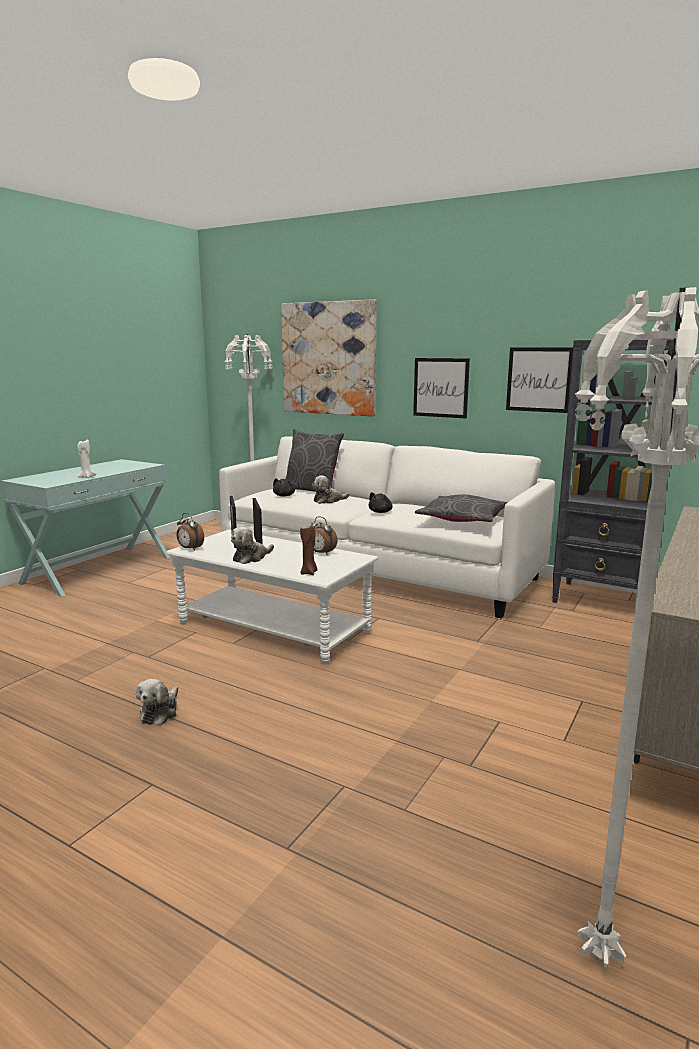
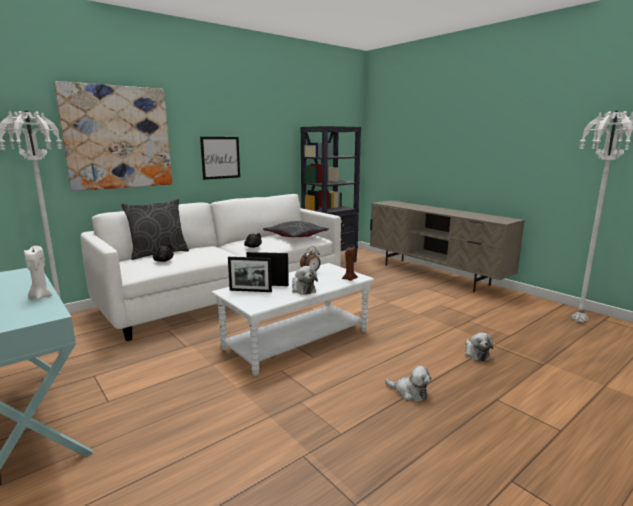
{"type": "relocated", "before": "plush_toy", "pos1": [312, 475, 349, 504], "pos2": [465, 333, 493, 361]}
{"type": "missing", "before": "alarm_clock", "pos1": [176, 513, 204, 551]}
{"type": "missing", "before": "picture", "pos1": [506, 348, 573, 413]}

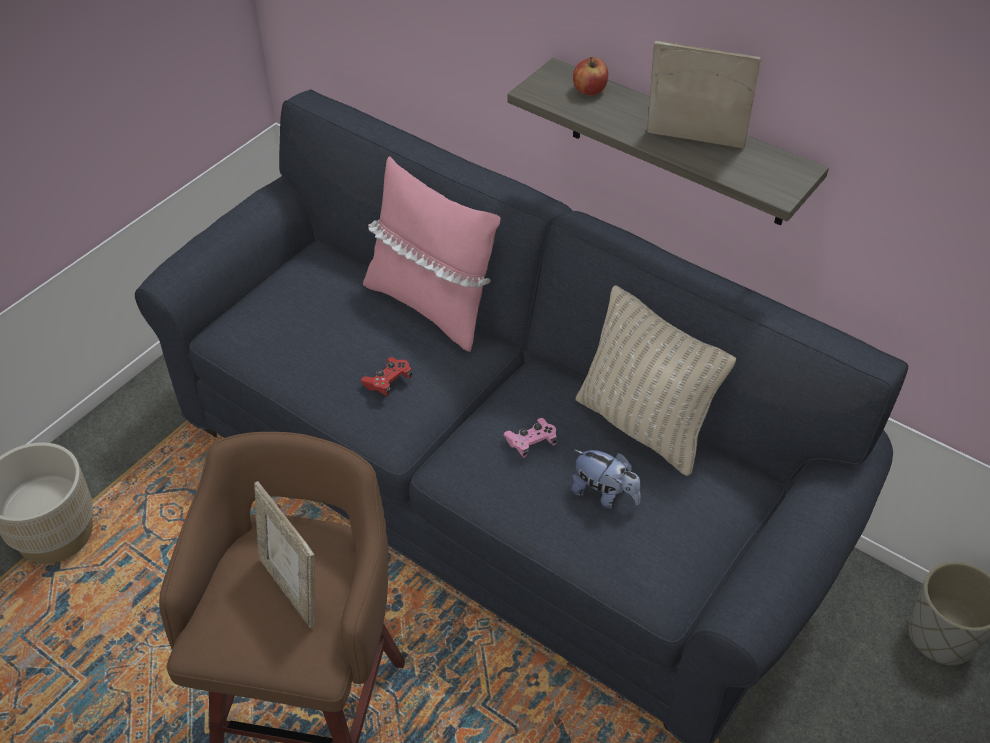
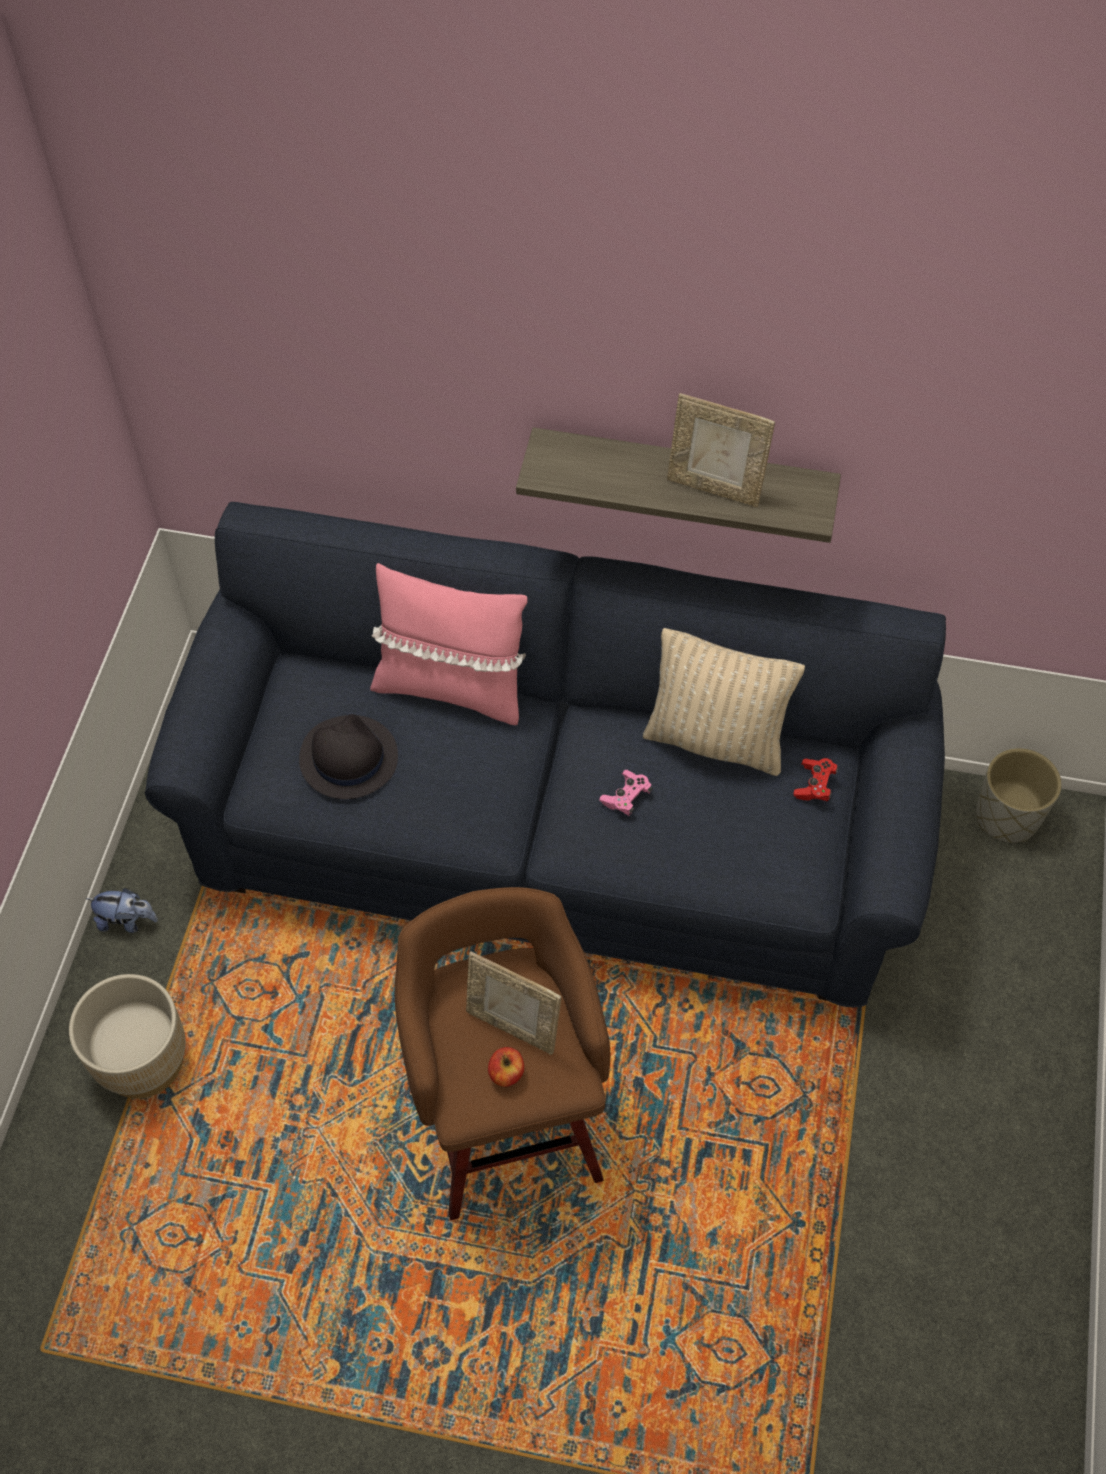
{"type": "relocated", "before": "plush_toy", "pos1": [572, 450, 641, 509], "pos2": [85, 888, 158, 933]}
{"type": "appeared", "after": "black_hat", "pos2": [299, 714, 398, 799]}
{"type": "relocated", "before": "apple", "pos1": [573, 57, 608, 95], "pos2": [488, 1047, 524, 1087]}
{"type": "spun", "before": "picture_frame", "pos1": [647, 41, 761, 149], "pos2": [667, 393, 775, 507], "turn": -150}
{"type": "relocated", "before": "red_game_controller", "pos1": [361, 357, 413, 397], "pos2": [794, 758, 838, 802]}

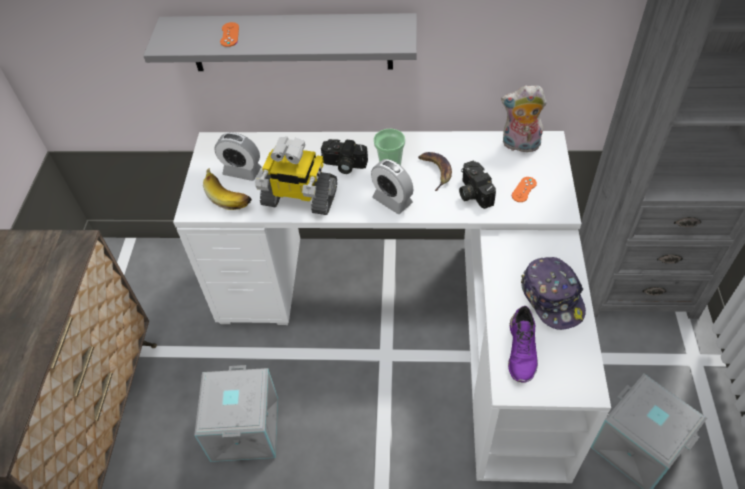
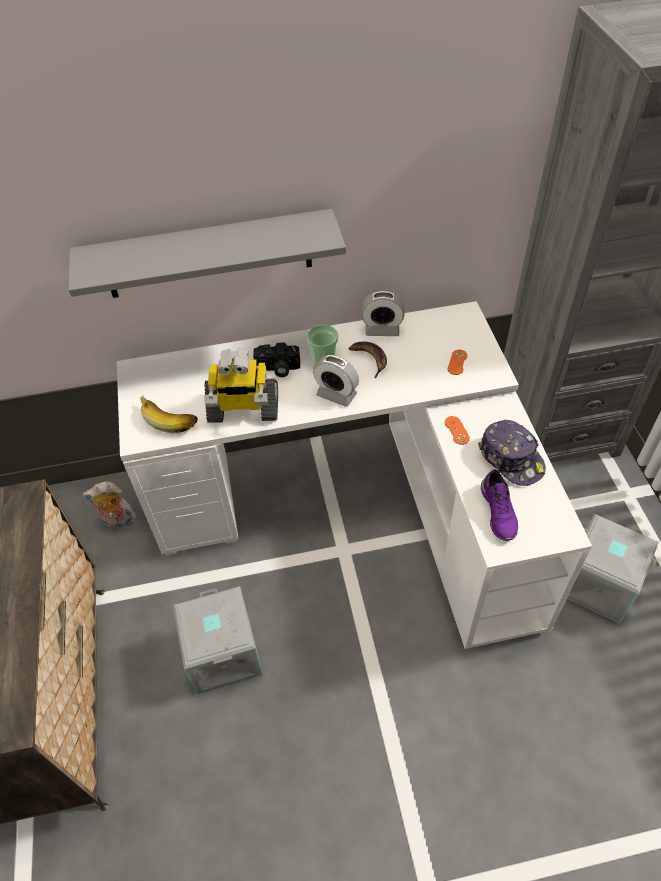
{"type": "relocated", "before": "plush_toy", "pos1": [501, 85, 547, 155], "pos2": [82, 481, 136, 528]}
{"type": "relocated", "before": "alarm_clock", "pos1": [214, 132, 261, 181], "pos2": [361, 291, 404, 336]}
{"type": "relocated", "before": "orange_game_controller", "pos1": [220, 22, 239, 47], "pos2": [445, 416, 470, 445]}
{"type": "missing", "before": "photo_camera", "pos1": [459, 161, 496, 209]}

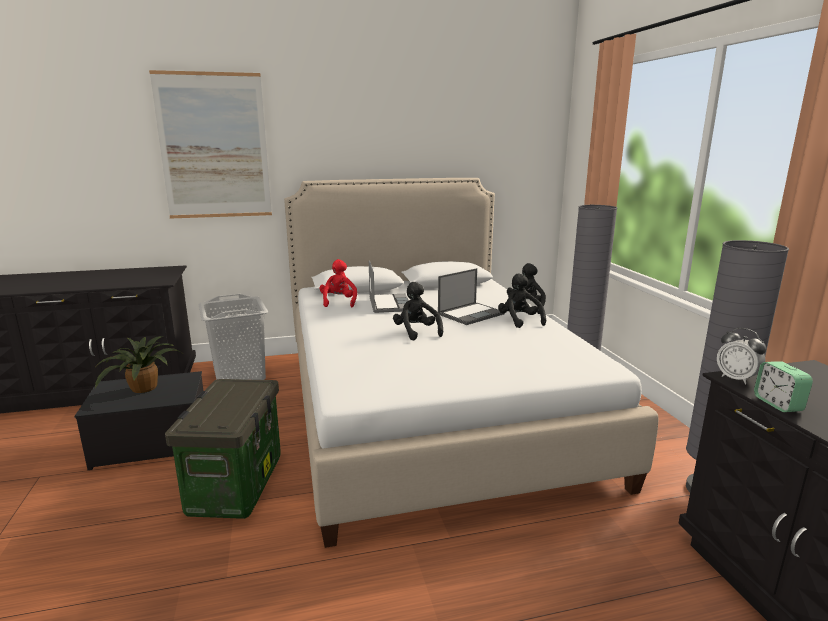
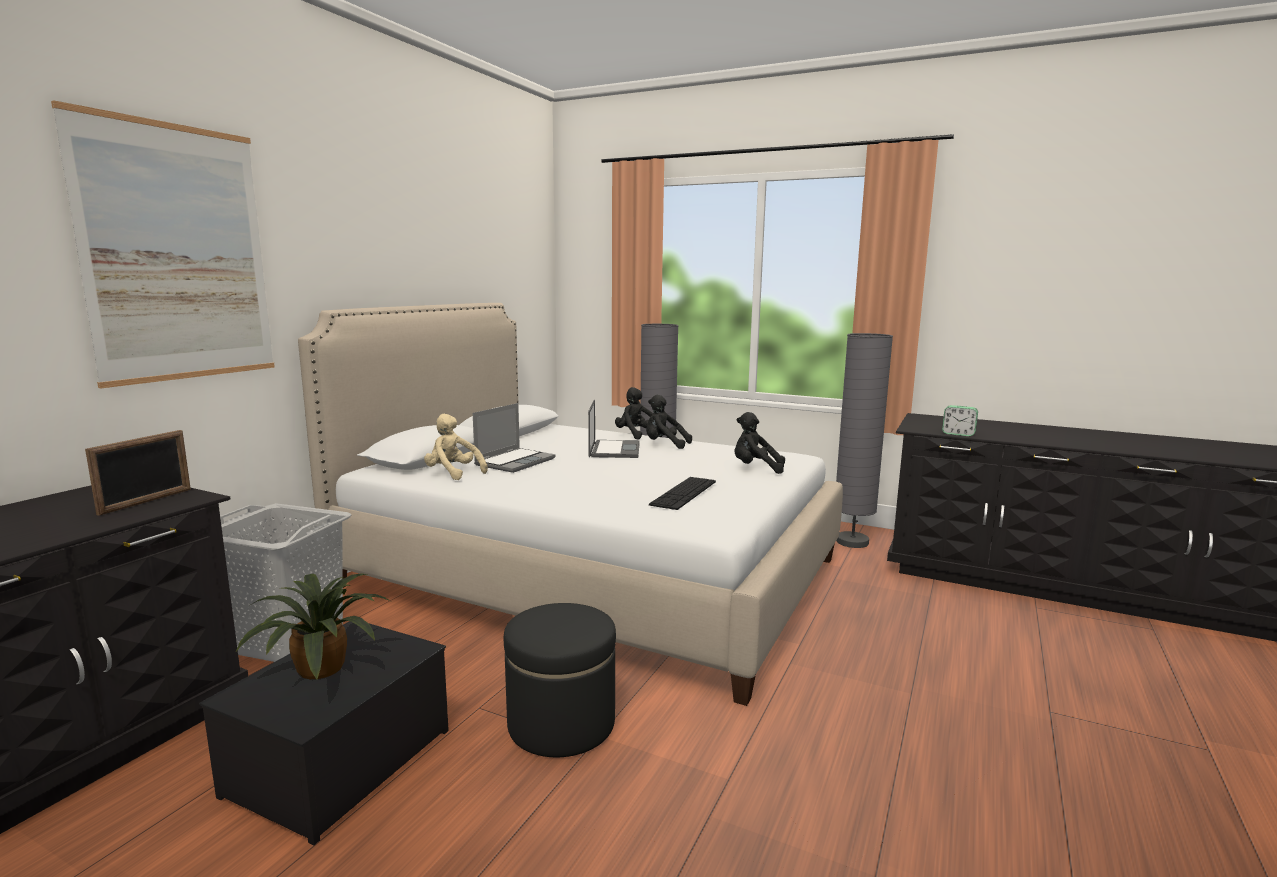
{"type": "appeared", "after": "picture_frame", "pos2": [85, 430, 191, 516]}
{"type": "colour", "before": "red_plush_toy", "after": "beige_plush_toy", "pos1": [319, 259, 357, 308], "pos2": [424, 414, 488, 480]}
{"type": "spun", "before": "laptop", "pos1": [369, 260, 409, 313], "pos2": [473, 403, 555, 473], "turn": 90}
{"type": "exchanged", "before": "storage_box", "after": "black_ottoman", "pos1": [165, 379, 281, 519], "pos2": [504, 603, 616, 757]}
{"type": "appeared", "after": "keyboard", "pos2": [649, 477, 716, 510]}
{"type": "relocated", "before": "black_plush_toy", "pos1": [393, 282, 443, 341], "pos2": [735, 412, 785, 474]}
{"type": "missing", "before": "alarm_clock", "pos1": [717, 328, 766, 385]}

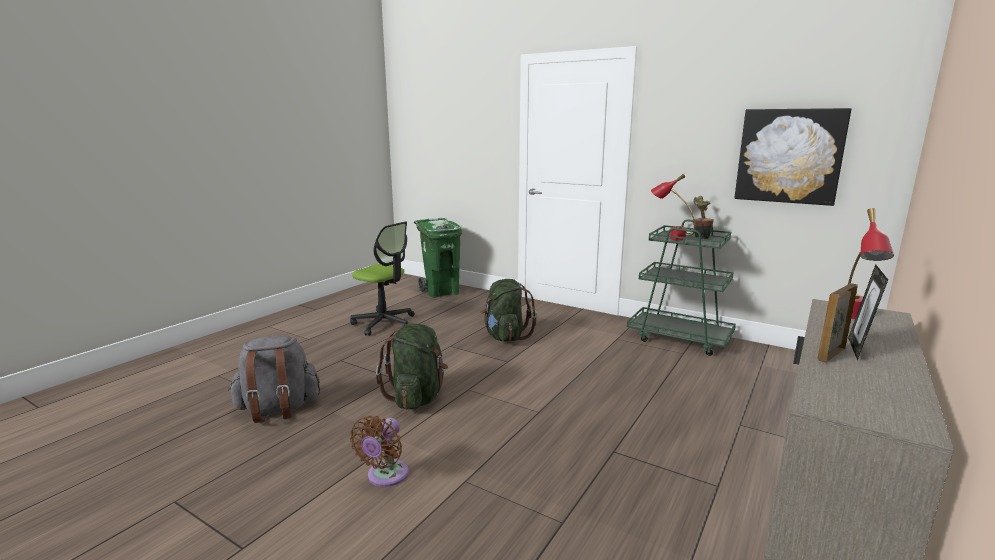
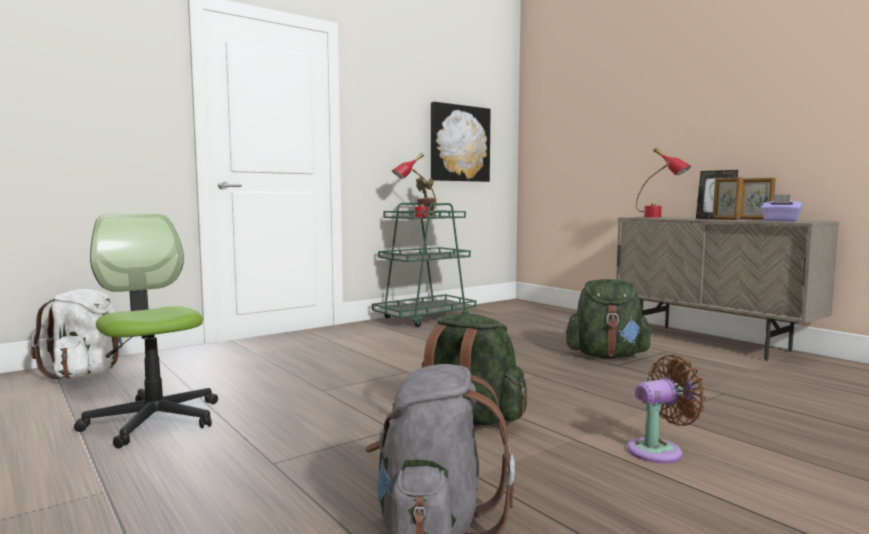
{"type": "exchanged", "before": "green_trash_can", "after": "white_backpack", "pos1": [414, 218, 462, 298], "pos2": [31, 289, 123, 379]}
{"type": "spun", "before": "office_chair", "pos1": [350, 221, 415, 336], "pos2": [74, 214, 218, 448], "turn": -90}
{"type": "relocated", "before": "green_backpack", "pos1": [480, 279, 537, 342], "pos2": [566, 279, 653, 359]}
{"type": "spun", "before": "brown_fan", "pos1": [350, 416, 409, 487], "pos2": [627, 355, 706, 463], "turn": -60}
{"type": "appeared", "after": "picture_frame", "pos2": [740, 178, 776, 220]}
{"type": "appeared", "after": "purple_tissue_box", "pos2": [761, 194, 803, 222]}

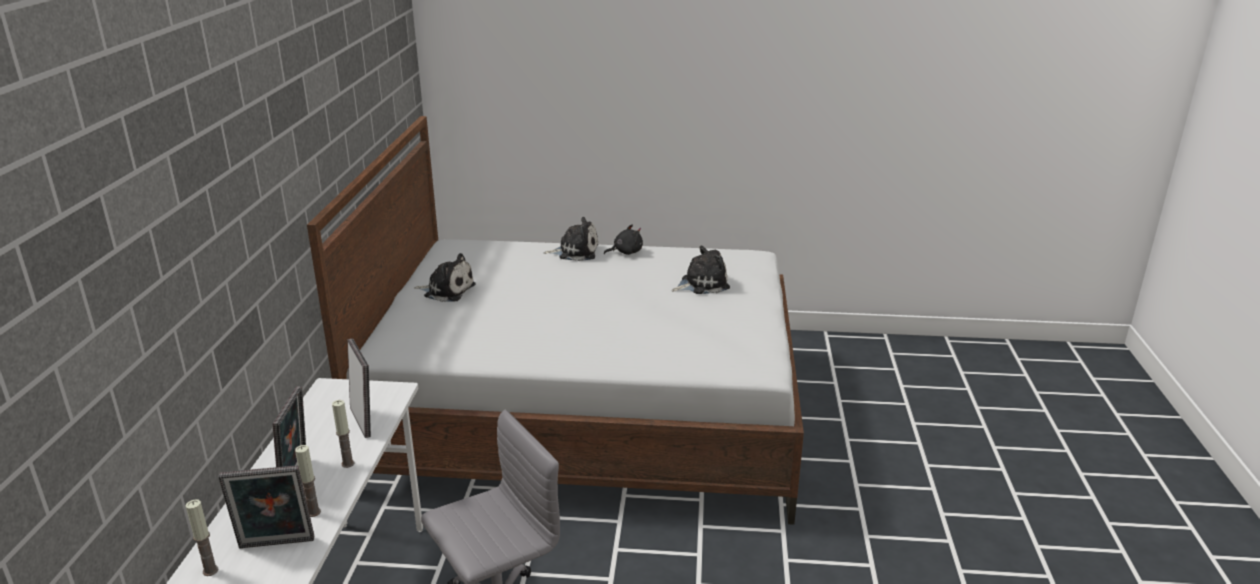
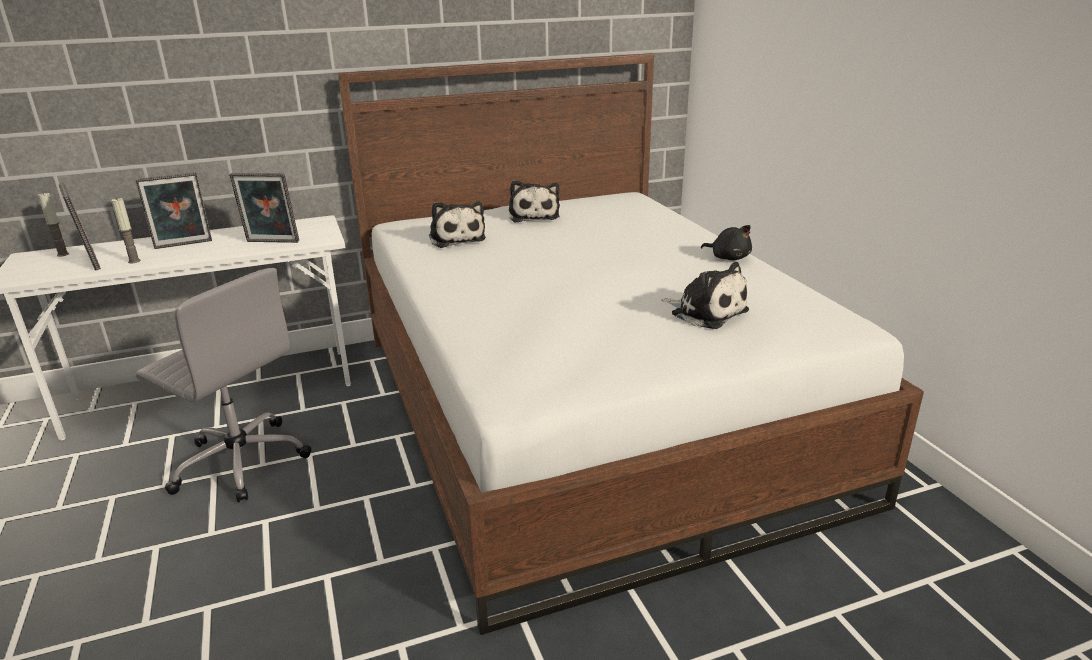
{"type": "spun", "before": "picture_frame", "pos1": [347, 338, 371, 438], "pos2": [229, 173, 299, 243], "turn": 60}
{"type": "relocated", "before": "plush_toy", "pos1": [544, 217, 598, 261], "pos2": [429, 201, 486, 248]}
{"type": "missing", "before": "candle", "pos1": [332, 400, 355, 468]}

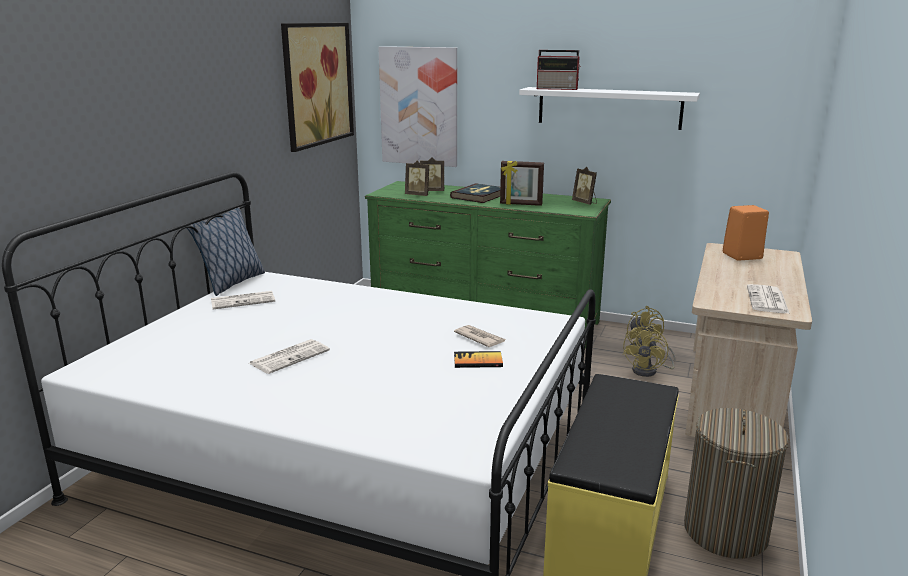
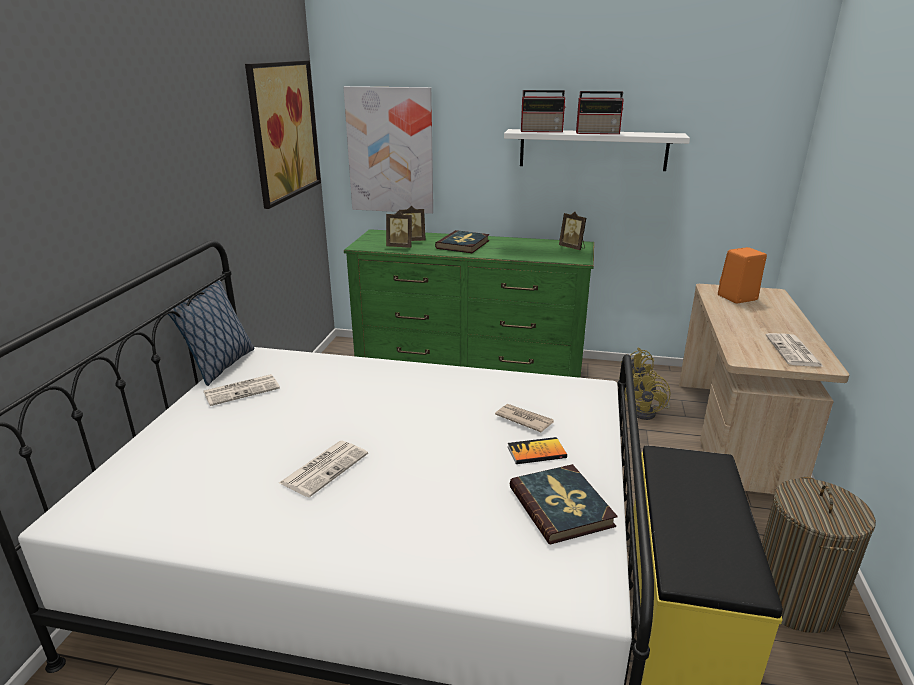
{"type": "appeared", "after": "book", "pos2": [509, 464, 618, 545]}
{"type": "appeared", "after": "radio", "pos2": [576, 91, 624, 134]}
{"type": "missing", "before": "picture_frame", "pos1": [500, 161, 544, 206]}

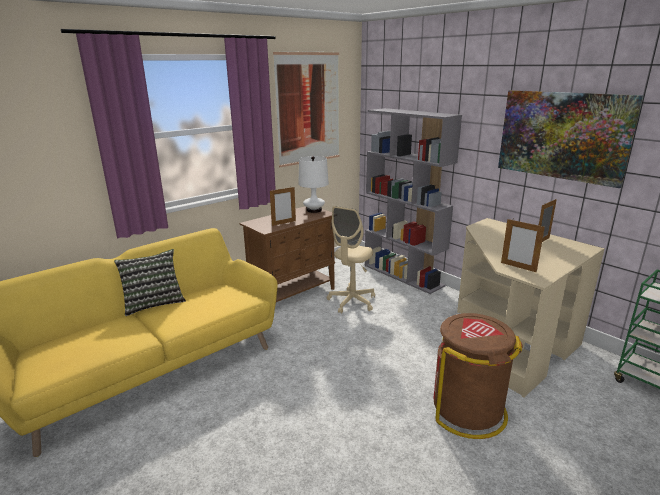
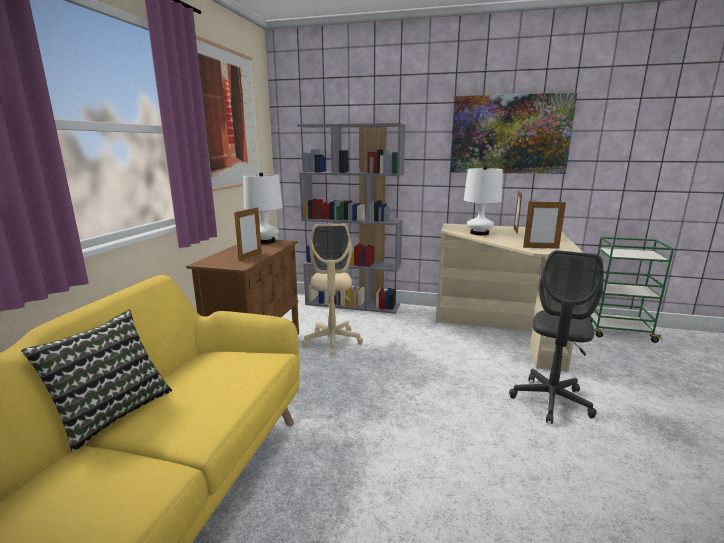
{"type": "appeared", "after": "white_table_lamp", "pos2": [464, 166, 503, 236]}
{"type": "exchanged", "before": "brown_trash_can", "after": "grey_office_chair", "pos1": [433, 313, 523, 439], "pos2": [509, 250, 604, 424]}

